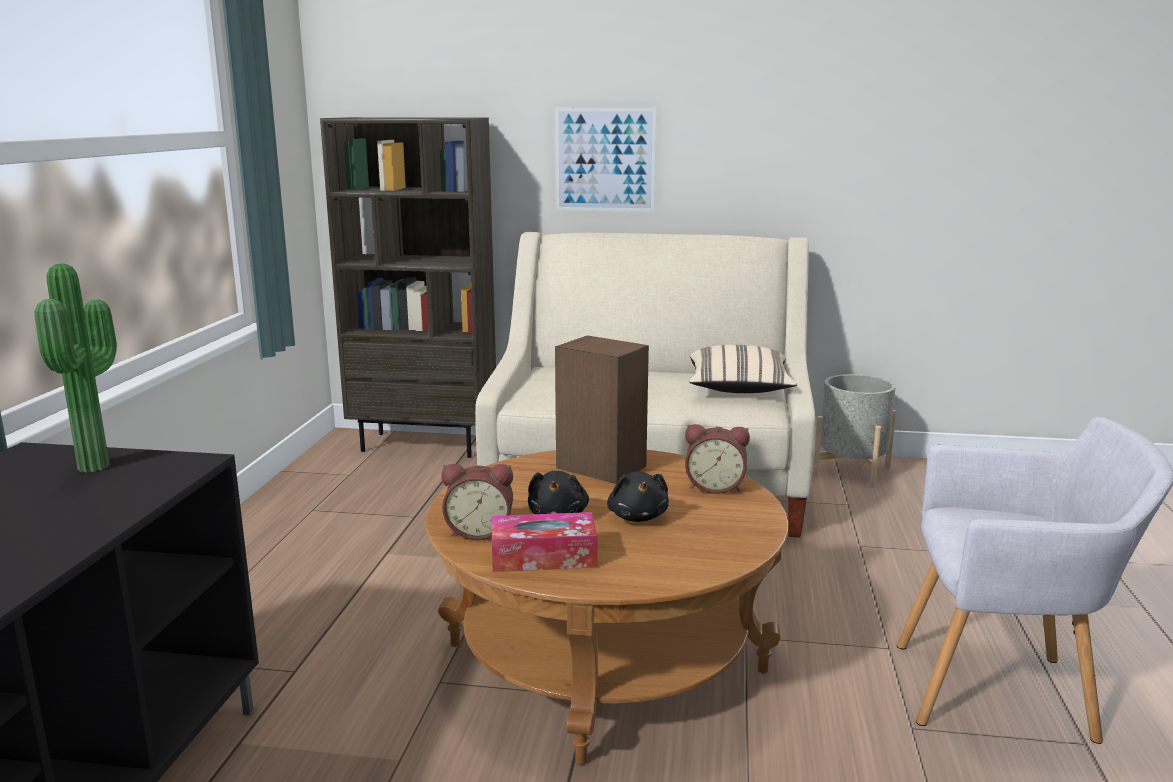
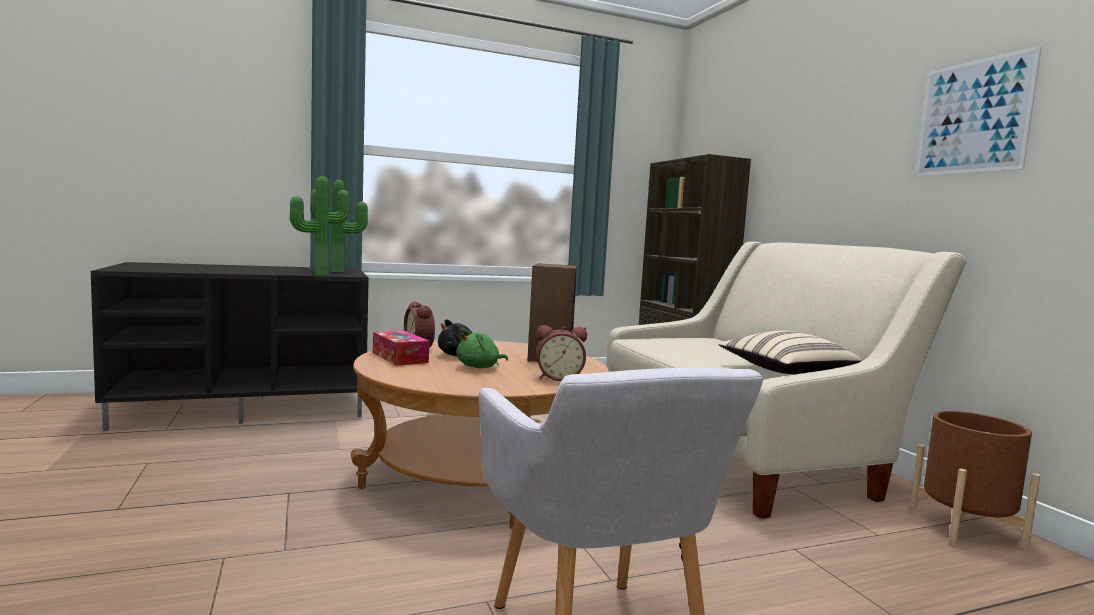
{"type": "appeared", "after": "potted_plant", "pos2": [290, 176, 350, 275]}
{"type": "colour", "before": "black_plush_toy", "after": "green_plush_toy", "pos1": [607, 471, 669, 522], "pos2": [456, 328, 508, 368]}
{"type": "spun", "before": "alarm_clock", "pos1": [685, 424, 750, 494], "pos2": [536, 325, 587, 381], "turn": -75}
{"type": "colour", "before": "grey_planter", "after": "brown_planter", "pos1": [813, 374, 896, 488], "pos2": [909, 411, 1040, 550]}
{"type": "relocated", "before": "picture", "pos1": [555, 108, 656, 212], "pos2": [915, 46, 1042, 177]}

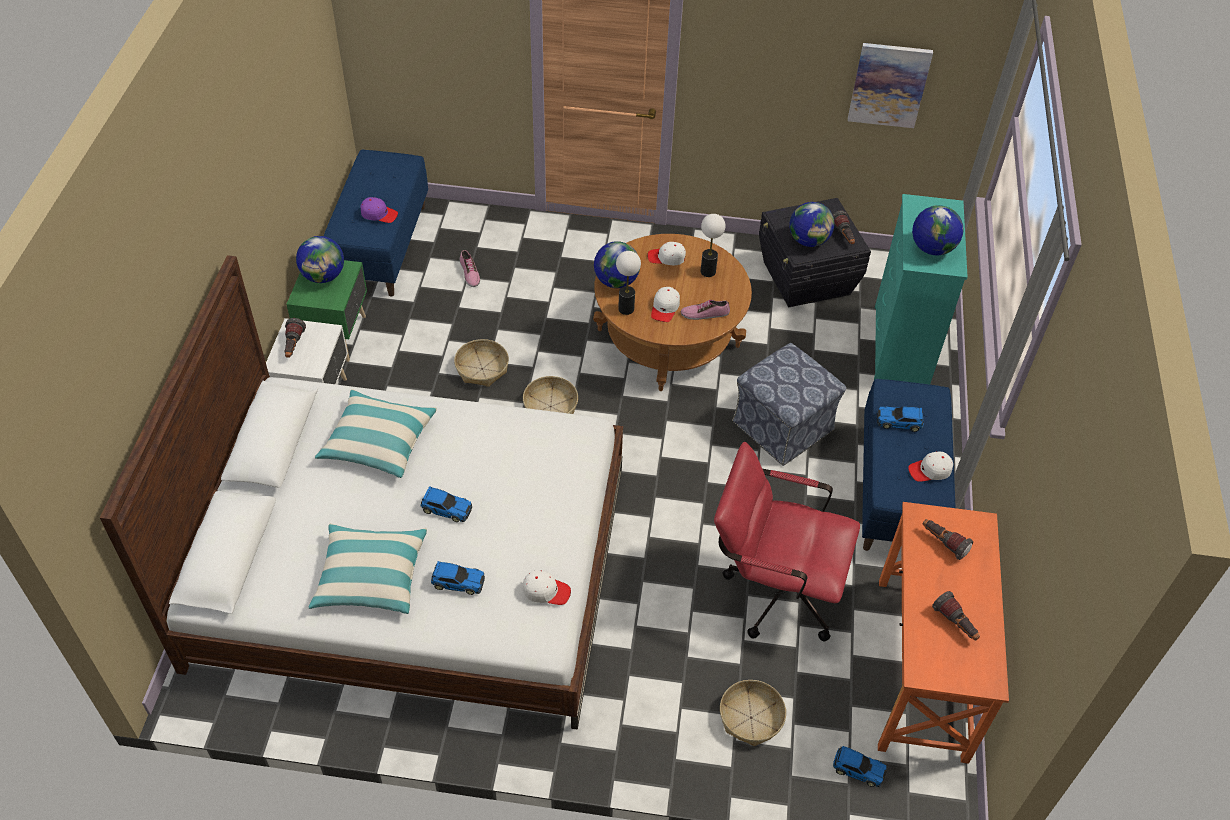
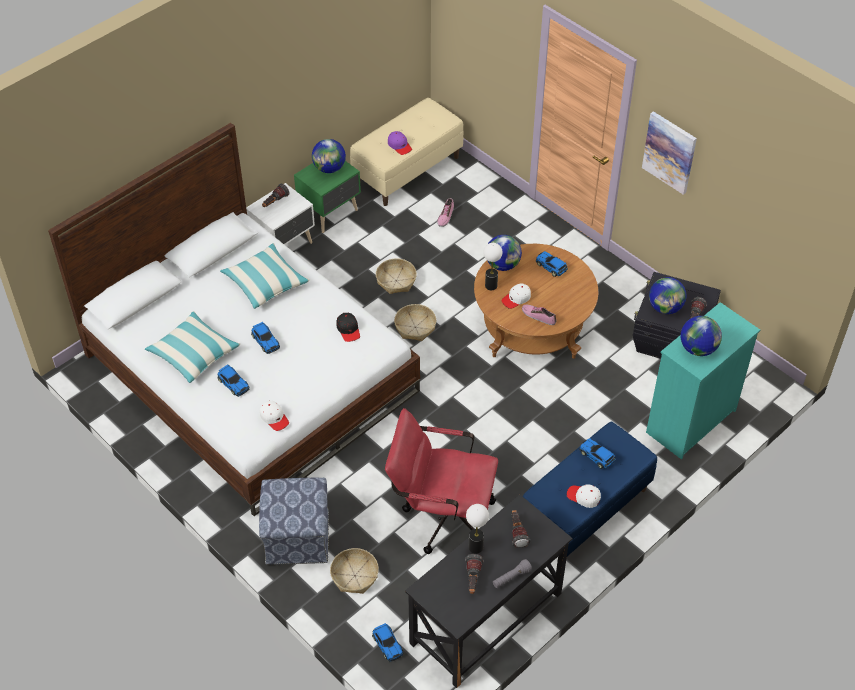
{"type": "relocated", "before": "ottoman", "pos1": [732, 343, 846, 466], "pos2": [259, 478, 329, 565]}
{"type": "appeared", "after": "black_cap", "pos2": [337, 313, 360, 342]}
{"type": "colour", "before": "blue_bench", "after": "beige_bench", "pos1": [324, 150, 428, 296], "pos2": [350, 98, 464, 206]}
{"type": "spun", "before": "red_office_chair", "pos1": [714, 442, 860, 642], "pos2": [385, 408, 498, 554], "turn": -45}
{"type": "colour", "before": "orange_desk", "after": "black_desk", "pos1": [878, 502, 1009, 764], "pos2": [405, 495, 573, 688]}
{"type": "relocated", "before": "table_lamp", "pos1": [700, 214, 726, 277], "pos2": [466, 504, 489, 554]}
{"type": "appeared", "after": "grey_flashlight", "pos2": [493, 559, 532, 588]}
{"type": "exchanged", "before": "white_cap", "after": "toy_car", "pos1": [647, 242, 686, 265], "pos2": [536, 251, 568, 277]}
{"type": "relocated", "before": "picture", "pos1": [848, 43, 933, 128], "pos2": [642, 111, 697, 195]}

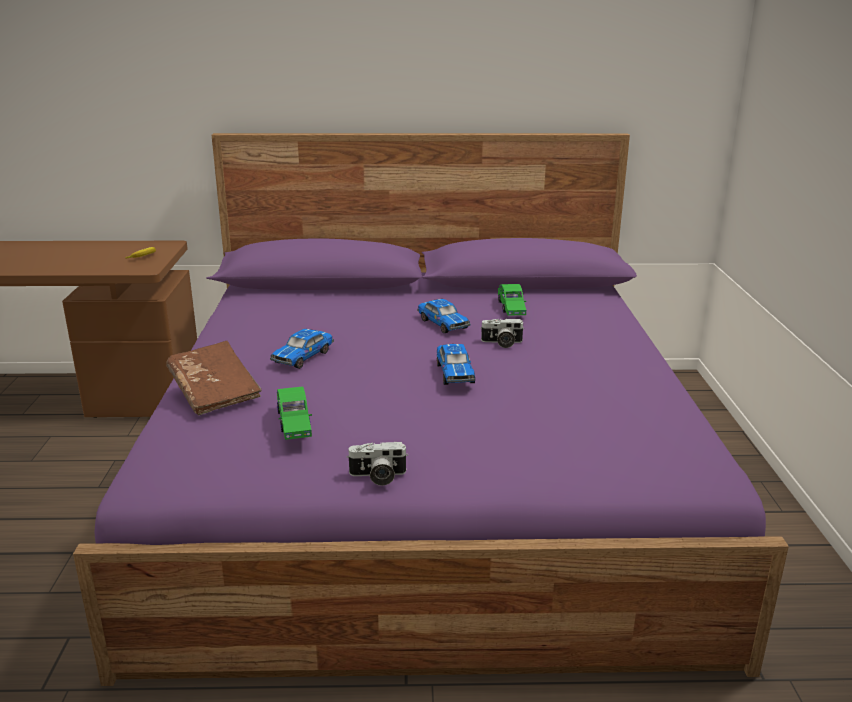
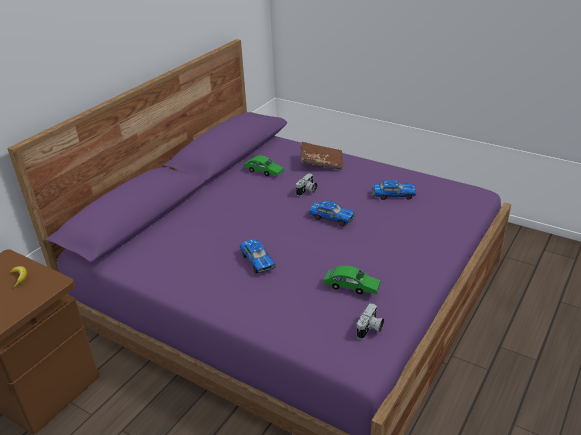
{"type": "relocated", "before": "brown_book", "pos1": [166, 341, 262, 415], "pos2": [301, 142, 343, 170]}
{"type": "relocated", "before": "photo_camera", "pos1": [347, 442, 408, 486], "pos2": [357, 303, 384, 339]}
{"type": "relocated", "before": "toy_car", "pos1": [417, 299, 471, 333], "pos2": [372, 180, 416, 200]}

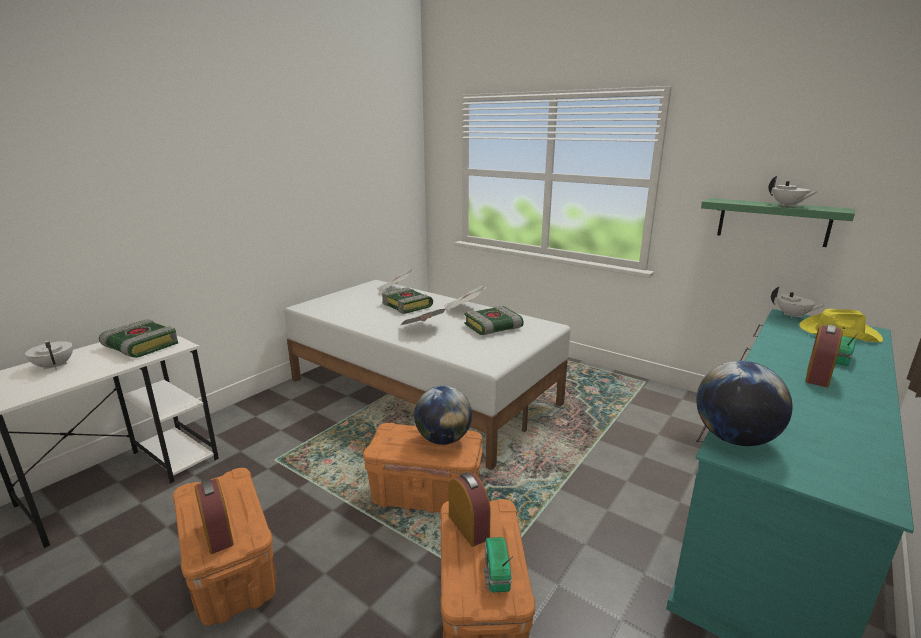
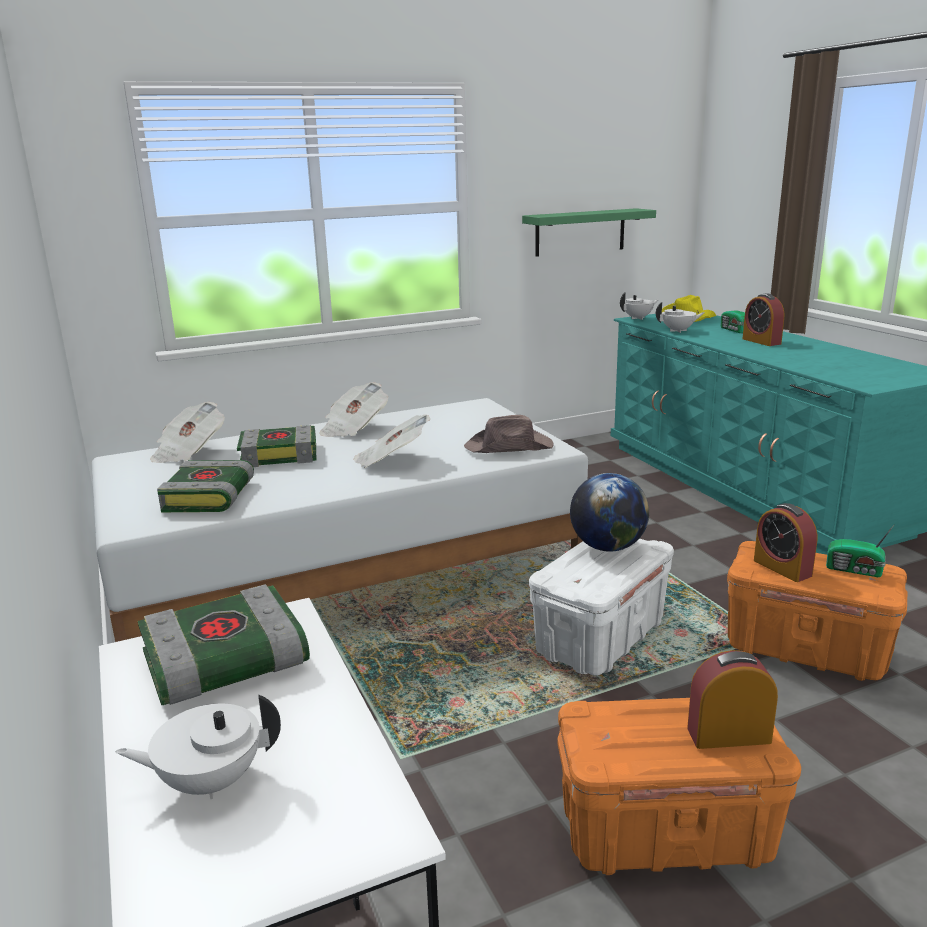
{"type": "relocated", "before": "book", "pos1": [465, 306, 524, 335], "pos2": [157, 460, 254, 512]}
{"type": "appeared", "after": "brown_hat", "pos2": [464, 415, 554, 453]}
{"type": "colour", "before": "orange_storage_box", "after": "white_storage_box", "pos1": [363, 423, 483, 513], "pos2": [529, 538, 674, 676]}
{"type": "relocated", "before": "white_teapot", "pos1": [769, 176, 818, 207], "pos2": [656, 302, 705, 333]}
{"type": "spun", "before": "alarm_clock", "pos1": [449, 472, 491, 547], "pos2": [754, 503, 817, 582], "turn": -120}
{"type": "missing", "before": "globe", "pos1": [696, 361, 793, 446]}

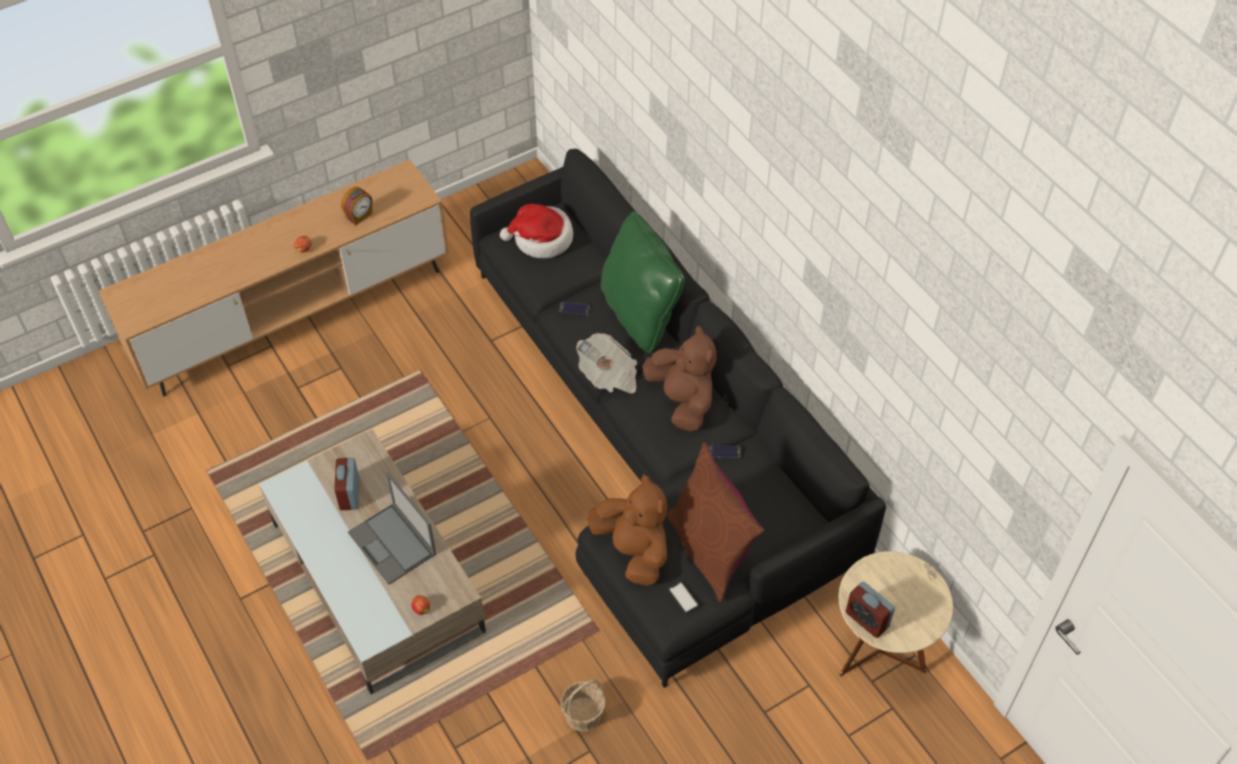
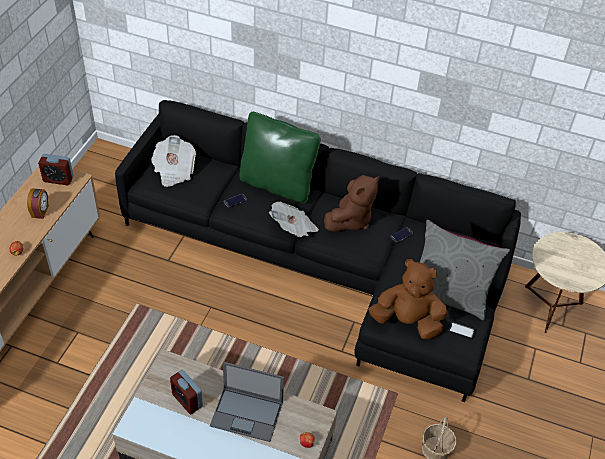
{"type": "relocated", "before": "alarm_clock", "pos1": [846, 581, 895, 638], "pos2": [38, 154, 74, 186]}
{"type": "exchanged", "before": "hat", "after": "newspaper", "pos1": [500, 204, 573, 258], "pos2": [151, 135, 196, 187]}
{"type": "spun", "before": "brown_plush_toy", "pos1": [642, 326, 716, 431], "pos2": [324, 175, 379, 232], "turn": 105}
{"type": "colour", "before": "brown_pillow", "after": "grey_pillow", "pos1": [666, 443, 765, 602], "pos2": [420, 220, 510, 320]}

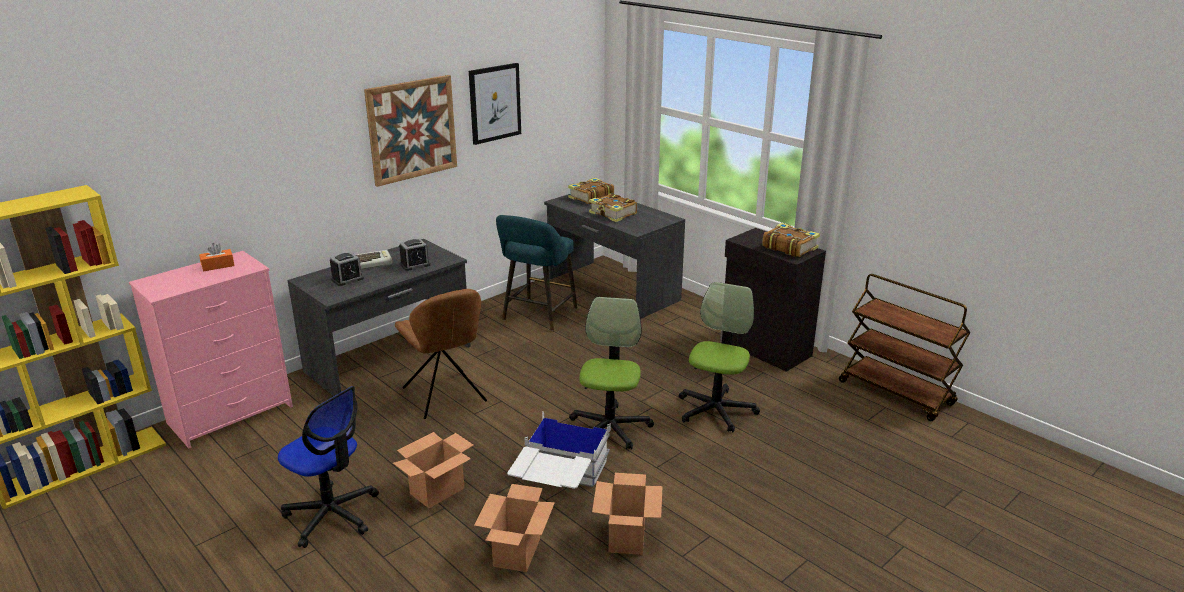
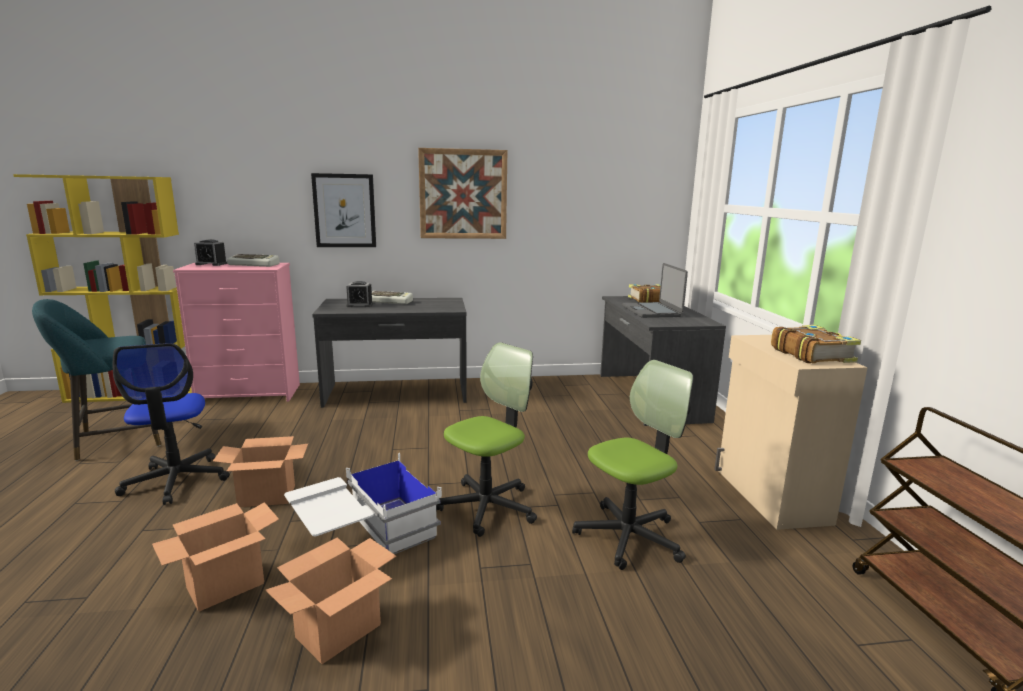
{"type": "relocated", "before": "turquoise_stool", "pos1": [496, 215, 577, 331], "pos2": [32, 299, 161, 461]}
{"type": "relocated", "before": "alarm_clock", "pos1": [399, 239, 430, 271], "pos2": [194, 239, 228, 266]}
{"type": "exchanged", "before": "orange_tissue_box", "after": "keyboard", "pos1": [199, 243, 235, 271], "pos2": [227, 254, 279, 267]}
{"type": "relocated", "before": "picture", "pos1": [469, 63, 521, 145], "pos2": [311, 173, 376, 247]}
{"type": "exchanged", "before": "book", "after": "laptop", "pos1": [589, 194, 637, 222], "pos2": [622, 263, 688, 318]}
{"type": "colour", "before": "black_cabinet", "after": "beige_cabinet", "pos1": [720, 228, 826, 372], "pos2": [714, 335, 868, 530]}
{"type": "missing", "before": "brown_chair", "pos1": [395, 289, 487, 419]}

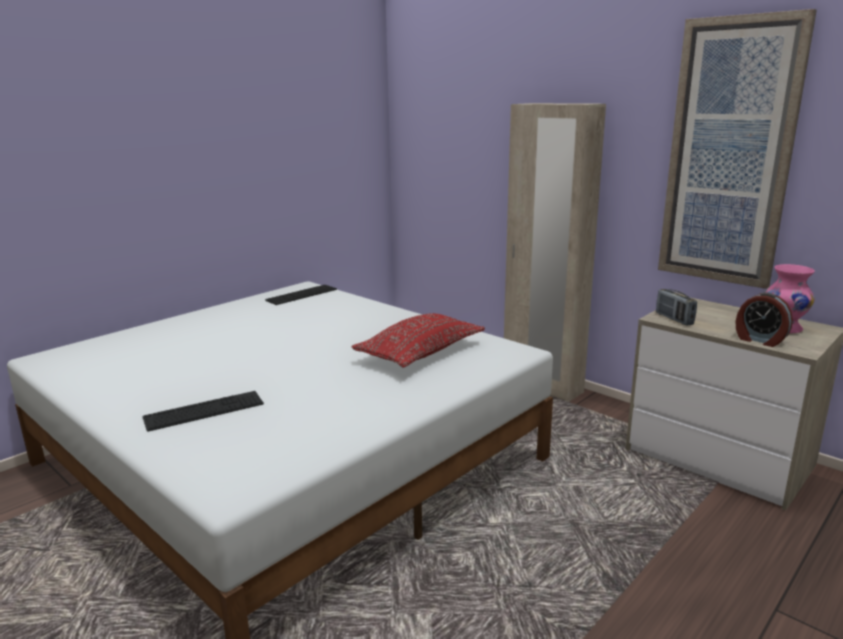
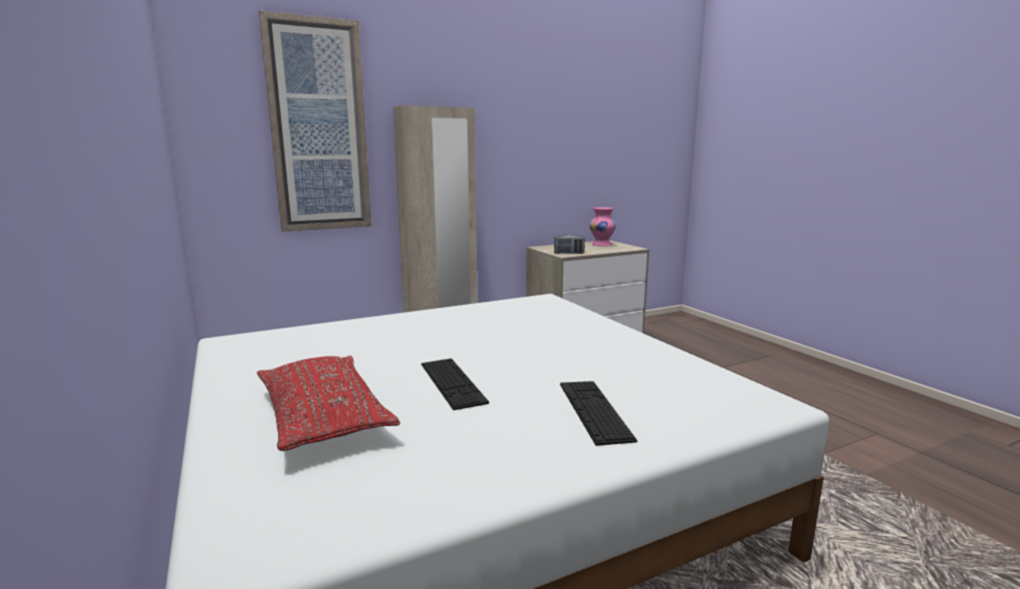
{"type": "relocated", "before": "red_pillow", "pos1": [352, 313, 485, 368], "pos2": [257, 356, 400, 451]}
{"type": "relocated", "before": "picture", "pos1": [658, 9, 817, 289], "pos2": [259, 11, 372, 232]}
{"type": "relocated", "before": "keyboard", "pos1": [265, 285, 337, 305], "pos2": [421, 358, 489, 410]}
{"type": "missing", "before": "alarm_clock", "pos1": [735, 293, 793, 347]}

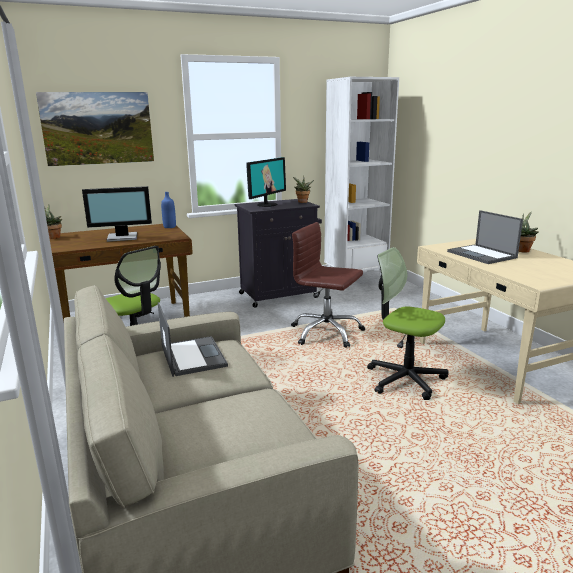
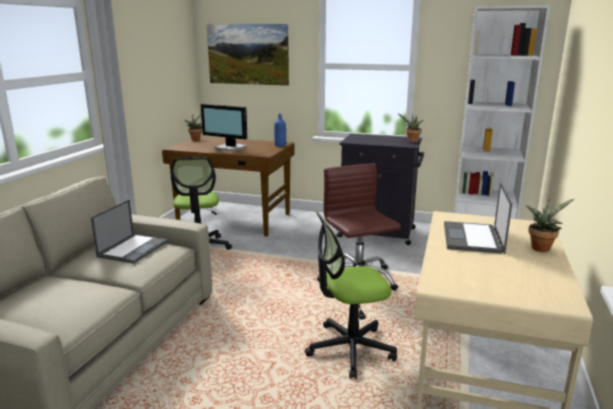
{"type": "spun", "before": "office_chair", "pos1": [367, 247, 448, 400], "pos2": [305, 211, 397, 379], "turn": -90}
{"type": "missing", "before": "monitor", "pos1": [246, 157, 286, 207]}

